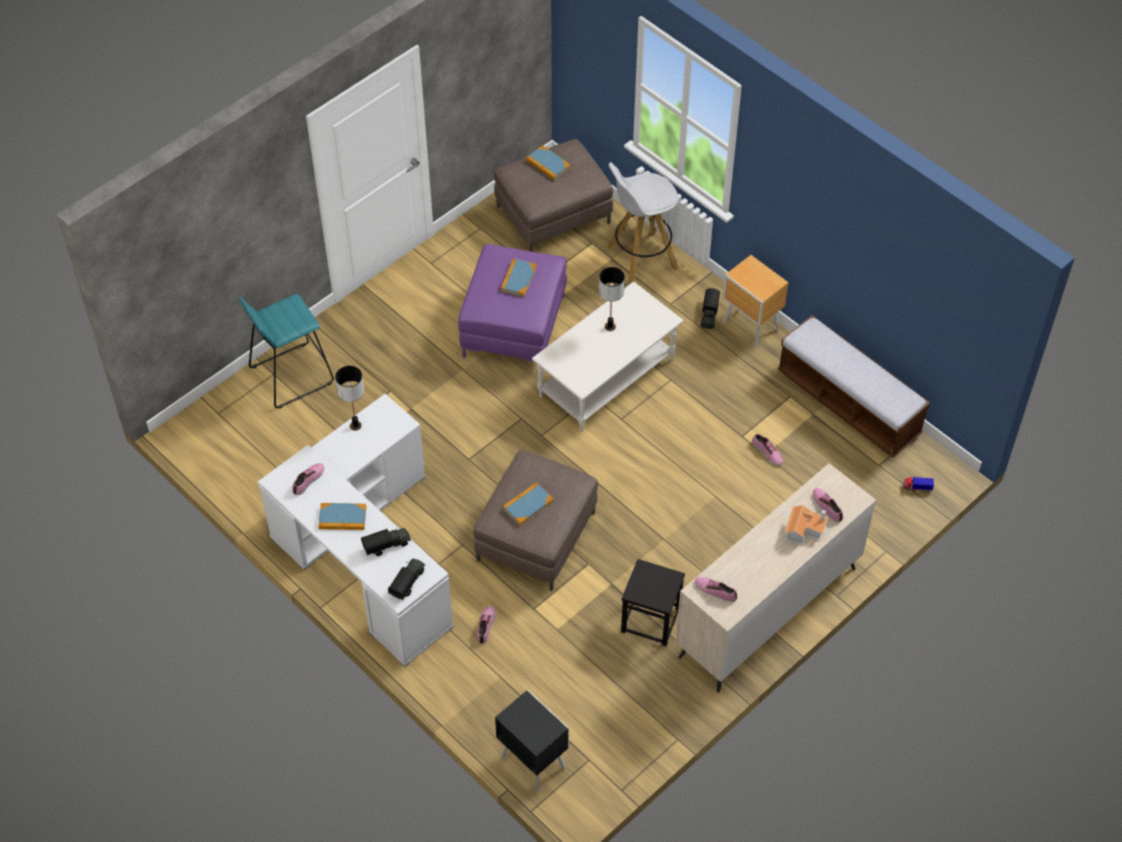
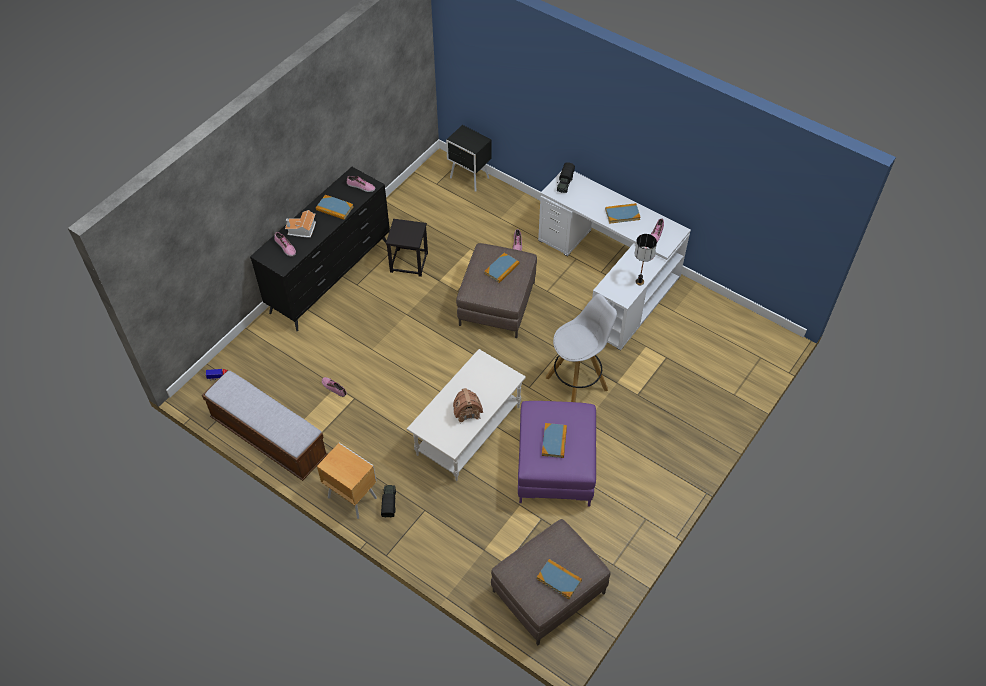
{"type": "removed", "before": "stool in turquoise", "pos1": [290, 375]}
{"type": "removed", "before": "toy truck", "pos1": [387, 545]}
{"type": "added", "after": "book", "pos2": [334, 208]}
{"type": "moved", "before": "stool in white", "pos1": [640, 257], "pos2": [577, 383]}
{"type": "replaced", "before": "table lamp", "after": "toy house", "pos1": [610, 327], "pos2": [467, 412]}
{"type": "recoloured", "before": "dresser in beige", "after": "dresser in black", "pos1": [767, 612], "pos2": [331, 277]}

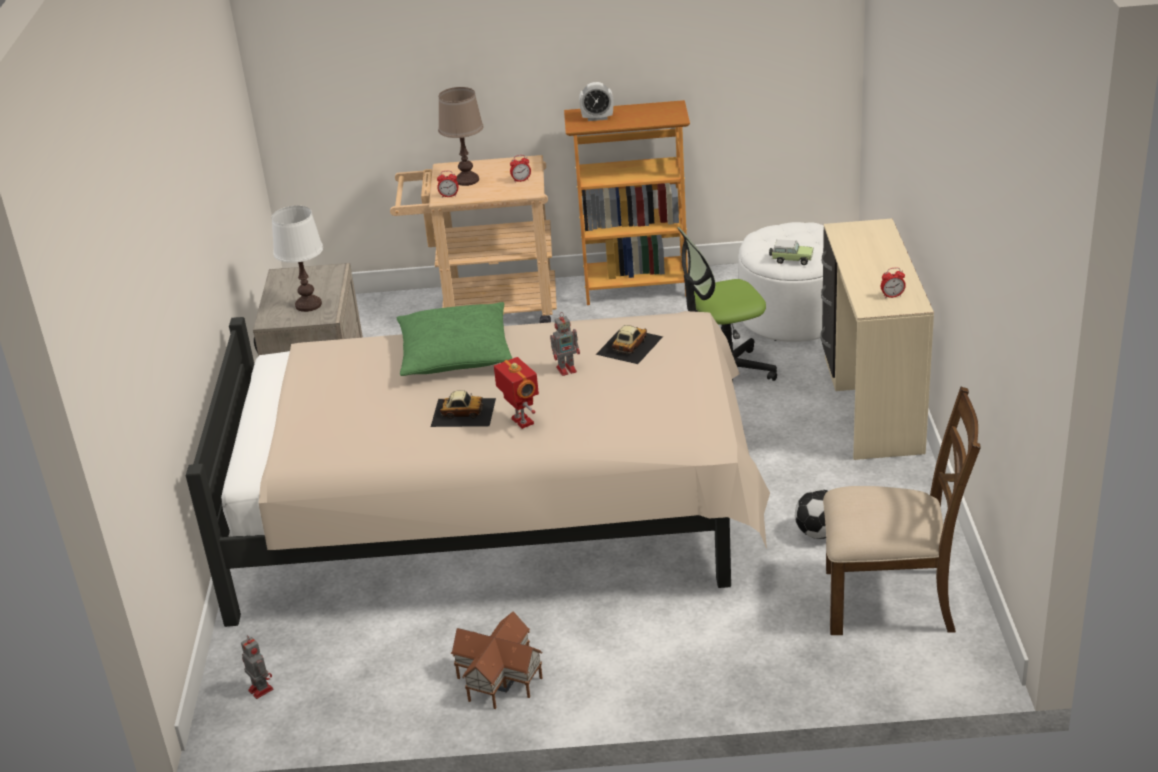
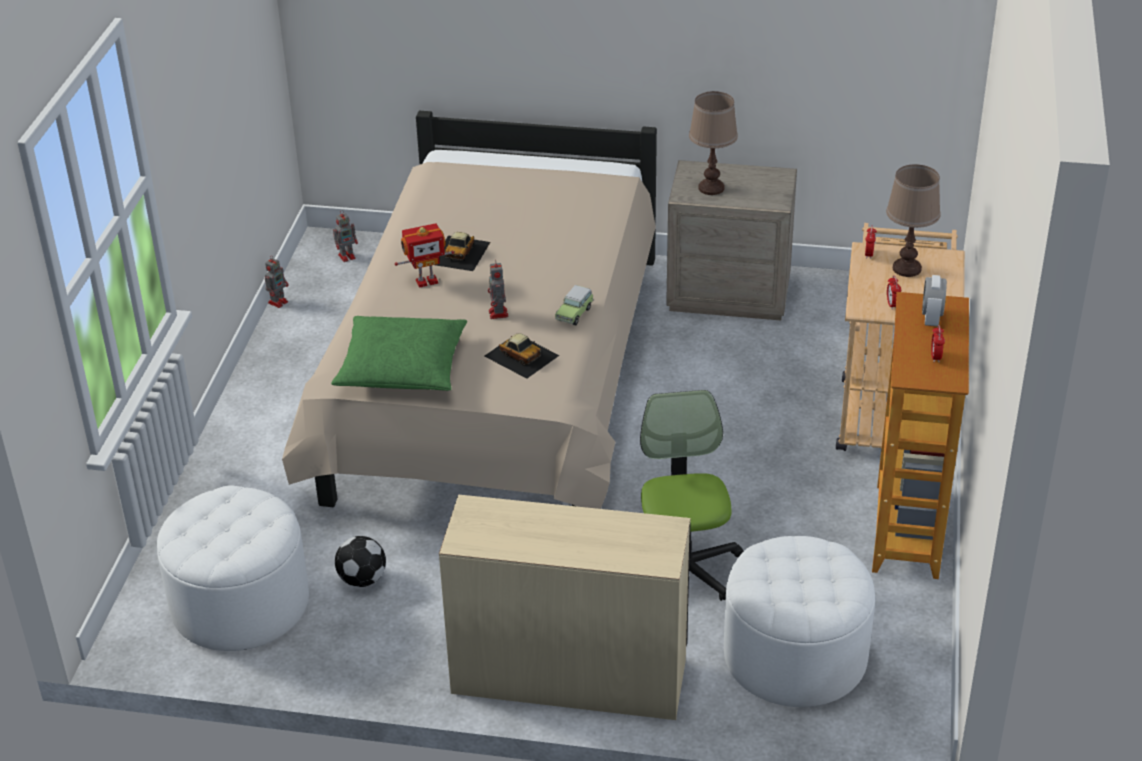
{"type": "removed", "before": "toy house", "pos1": [501, 677]}
{"type": "added", "after": "toy robot", "pos2": [278, 302]}
{"type": "moved", "before": "pillow in green", "pos1": [455, 353], "pos2": [402, 367]}
{"type": "moved", "before": "toy car", "pos1": [791, 260], "pos2": [575, 313]}
{"type": "moved", "before": "alarm clock", "pos1": [892, 296], "pos2": [935, 357]}
{"type": "replaced", "before": "chair in brown", "after": "ottoman in white", "pos1": [891, 600], "pos2": [240, 604]}
{"type": "recoloured", "before": "table lamp in white", "after": "table lamp in brown", "pos1": [308, 305], "pos2": [711, 188]}

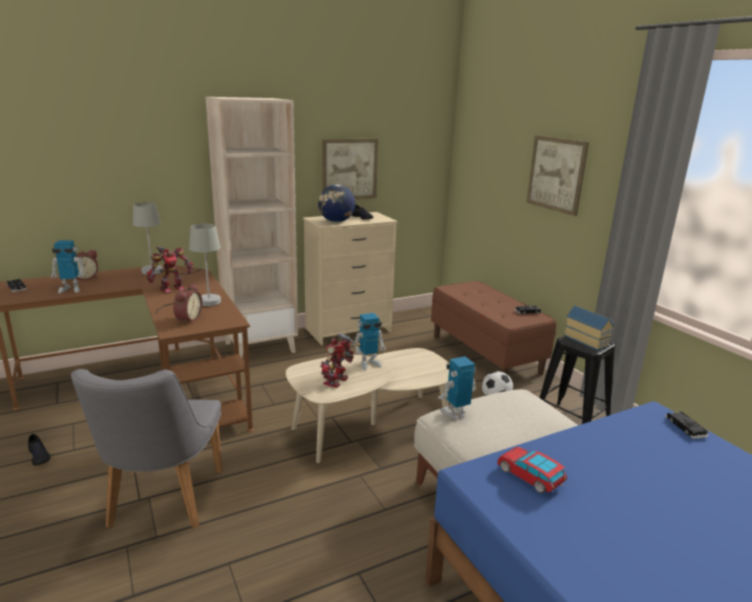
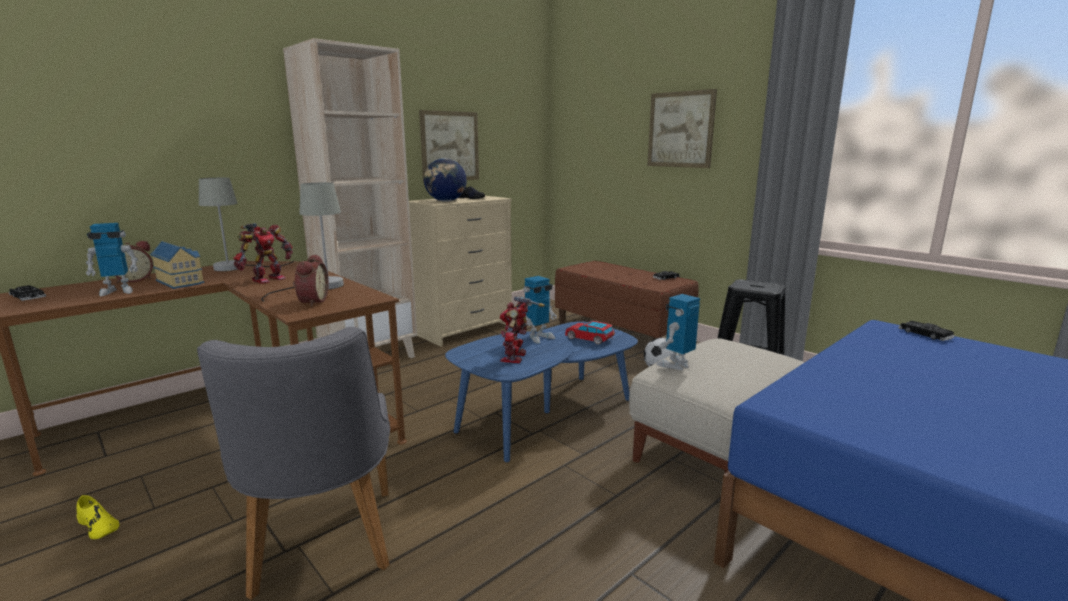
{"type": "moved", "before": "toy car", "pos1": [530, 477], "pos2": [589, 339]}
{"type": "moved", "before": "toy house", "pos1": [587, 340], "pos2": [181, 281]}
{"type": "recoloured", "before": "shoe in black", "after": "shoe in yellow", "pos1": [39, 456], "pos2": [98, 526]}
{"type": "recoloured", "before": "coffee table in beige", "after": "coffee table in blue", "pos1": [371, 426], "pos2": [546, 414]}

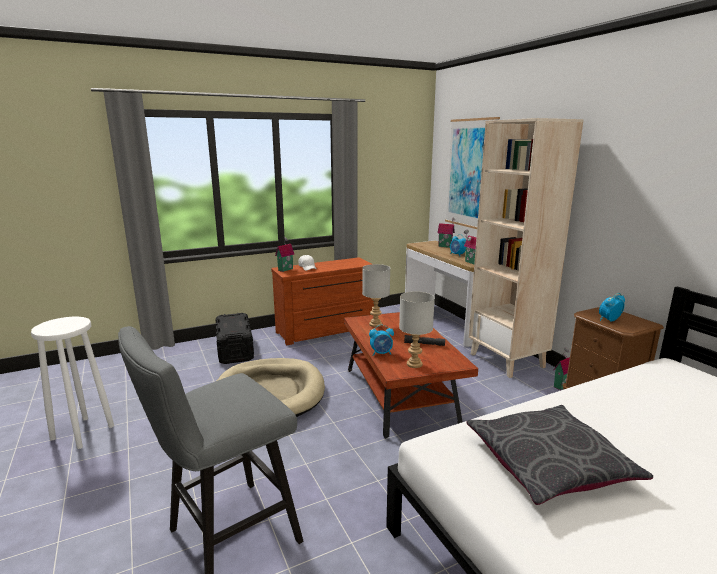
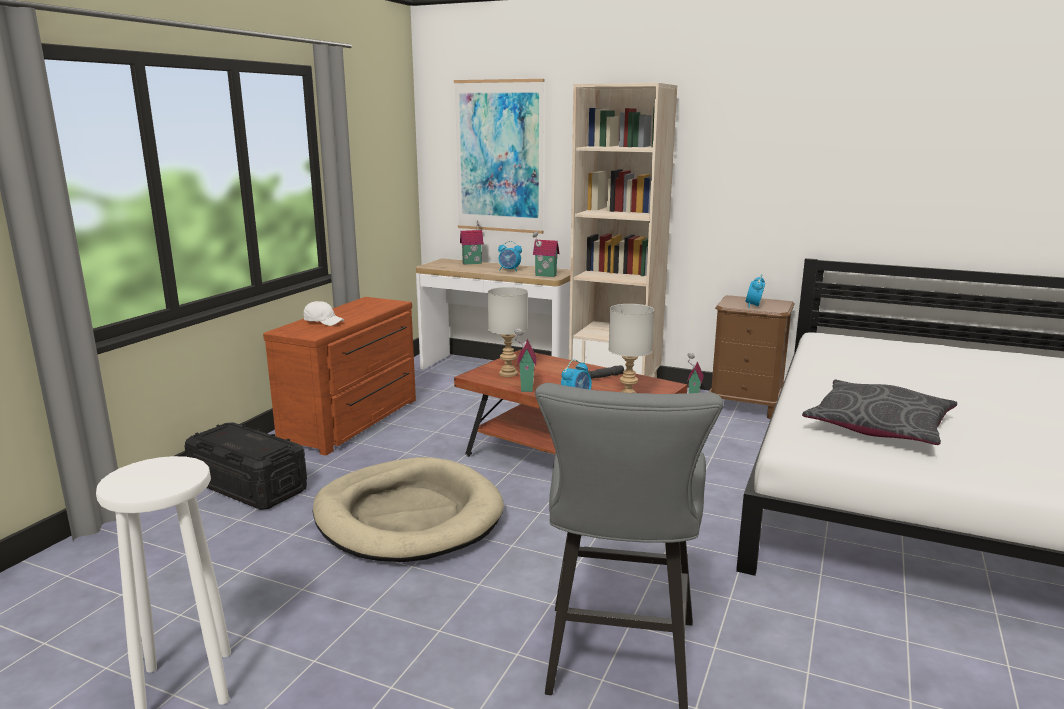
{"type": "moved", "before": "toy house", "pos1": [285, 269], "pos2": [525, 387]}

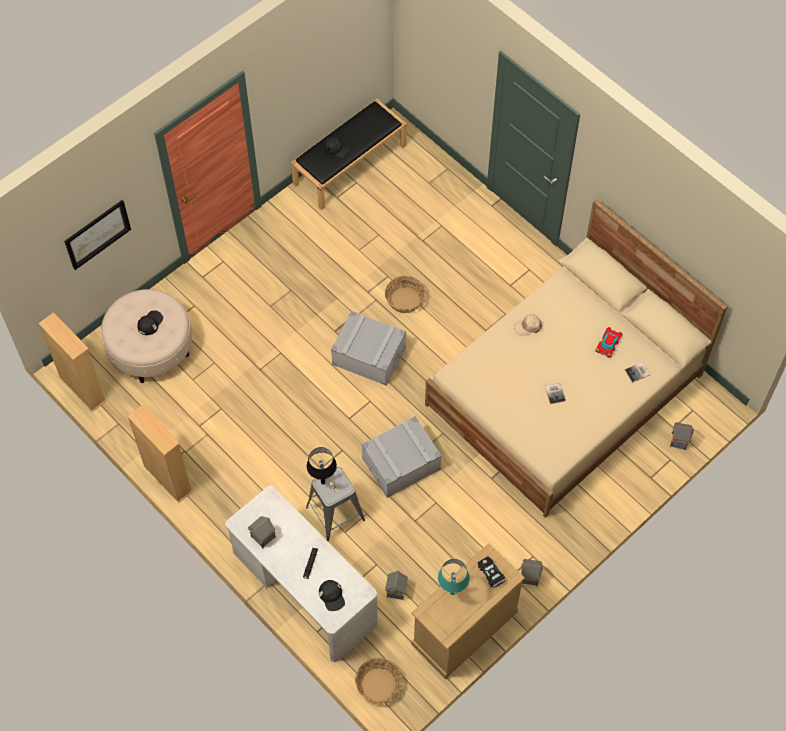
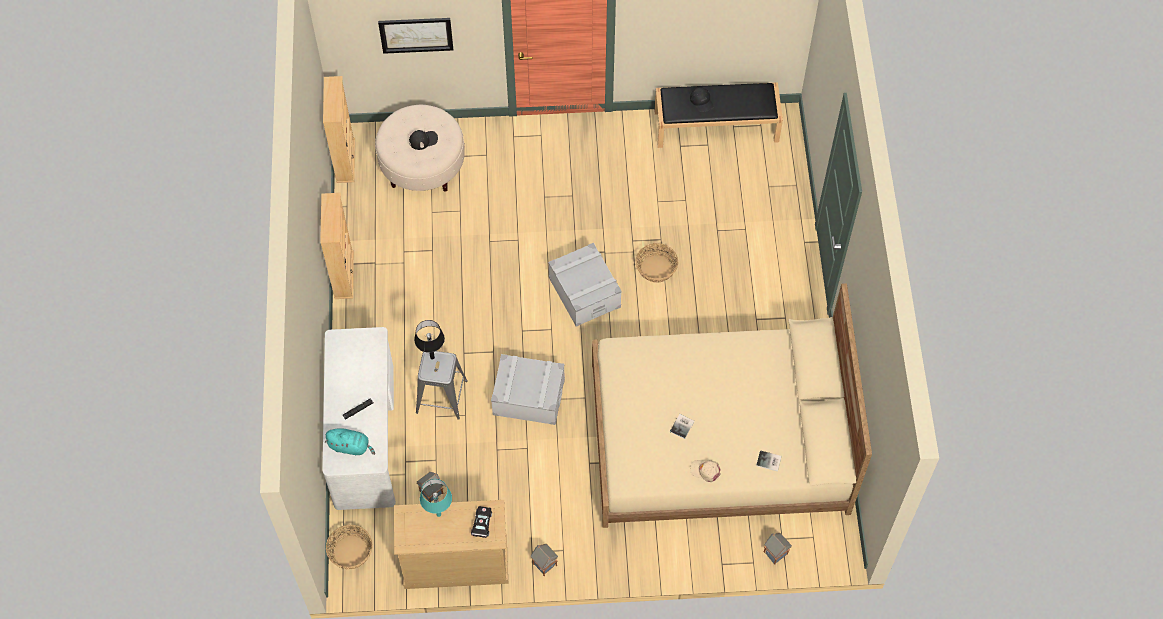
{"type": "removed", "before": "toy house", "pos1": [263, 537]}
{"type": "removed", "before": "toy car", "pos1": [608, 344]}
{"type": "moved", "before": "cap in beige", "pos1": [528, 326], "pos2": [705, 471]}
{"type": "replaced", "before": "cap in black", "after": "plush toy in turquoise", "pos1": [332, 596], "pos2": [351, 446]}

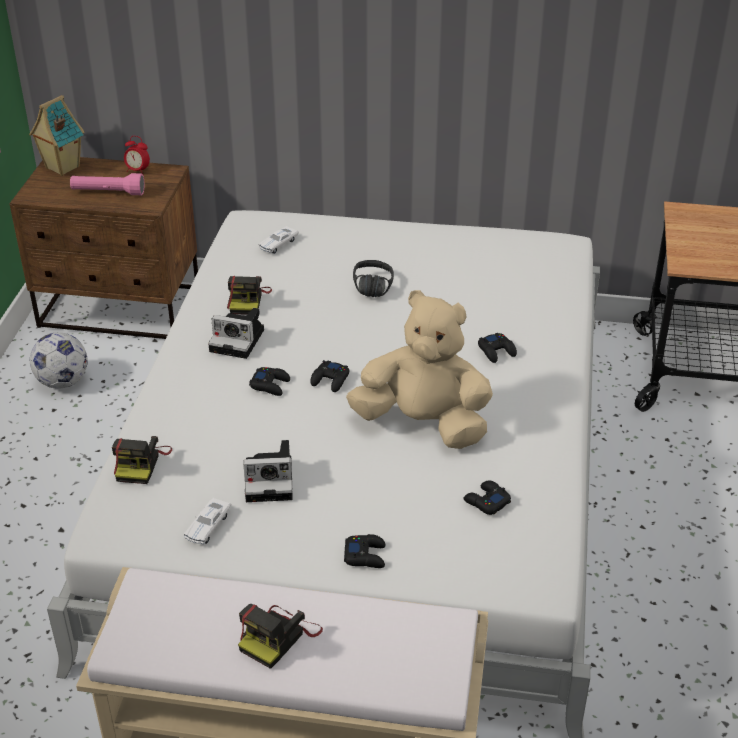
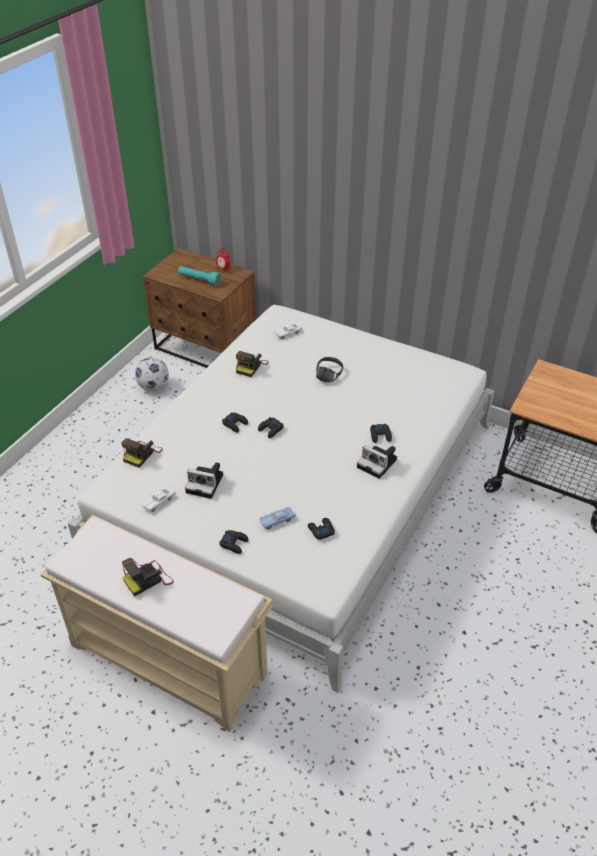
{"type": "removed", "before": "toy house", "pos1": [61, 168]}
{"type": "removed", "before": "plush toy in beige", "pos1": [423, 424]}
{"type": "added", "after": "toy car in blue", "pos2": [277, 520]}
{"type": "moved", "before": "photo camera", "pos1": [239, 340], "pos2": [378, 463]}
{"type": "recoloured", "before": "flashlight in pink", "after": "flashlight in turquoise", "pos1": [108, 193], "pos2": [199, 280]}

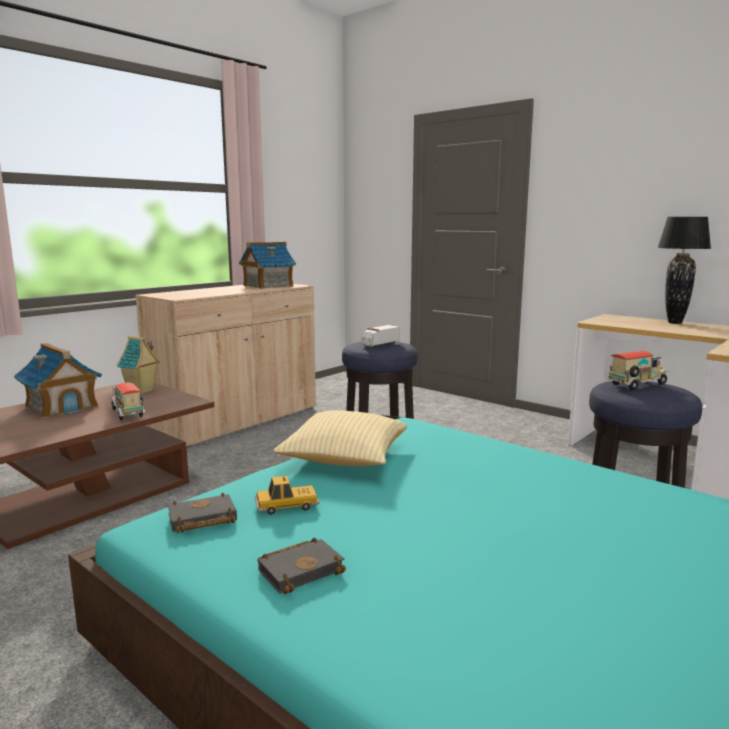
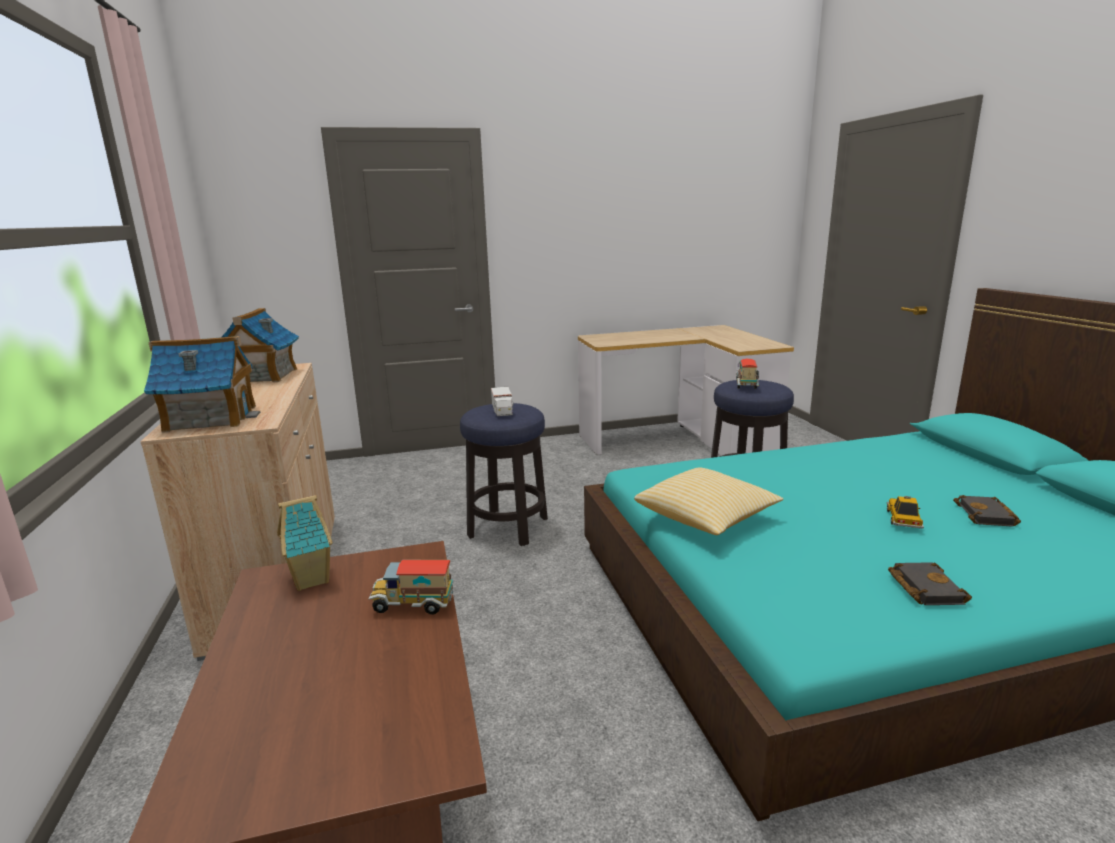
{"type": "removed", "before": "table lamp in black", "pos1": [675, 322]}
{"type": "moved", "before": "toy house", "pos1": [62, 406], "pos2": [211, 418]}
{"type": "moved", "before": "book in black", "pos1": [201, 520], "pos2": [987, 516]}
{"type": "moved", "before": "toy car", "pos1": [286, 505], "pos2": [903, 519]}

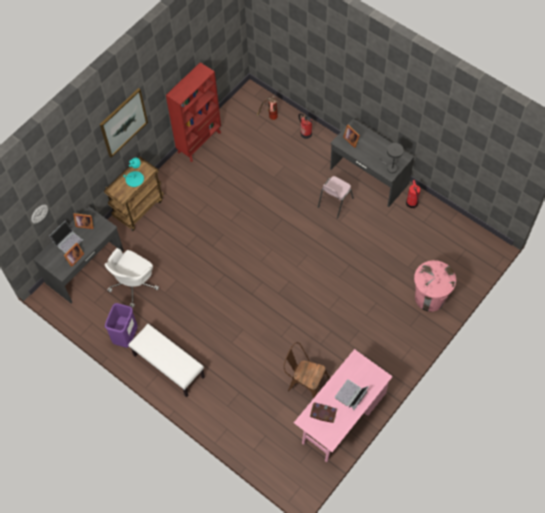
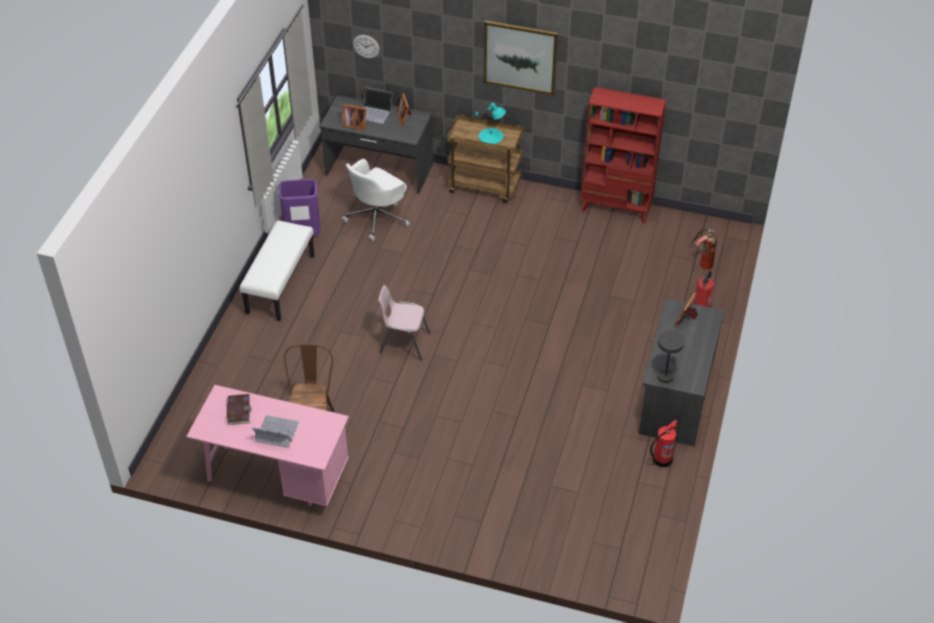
{"type": "removed", "before": "trash can in pink", "pos1": [429, 298]}
{"type": "moved", "before": "chair in pink", "pos1": [334, 203], "pos2": [404, 343]}
{"type": "turned", "before": "office chair in white", "pos1": [134, 284], "pos2": [377, 217], "turn": -60}

